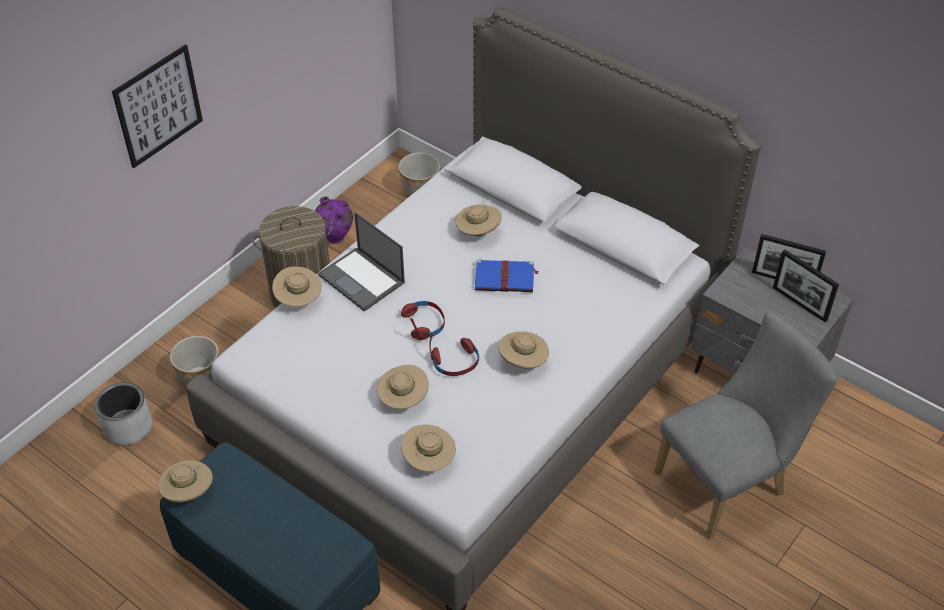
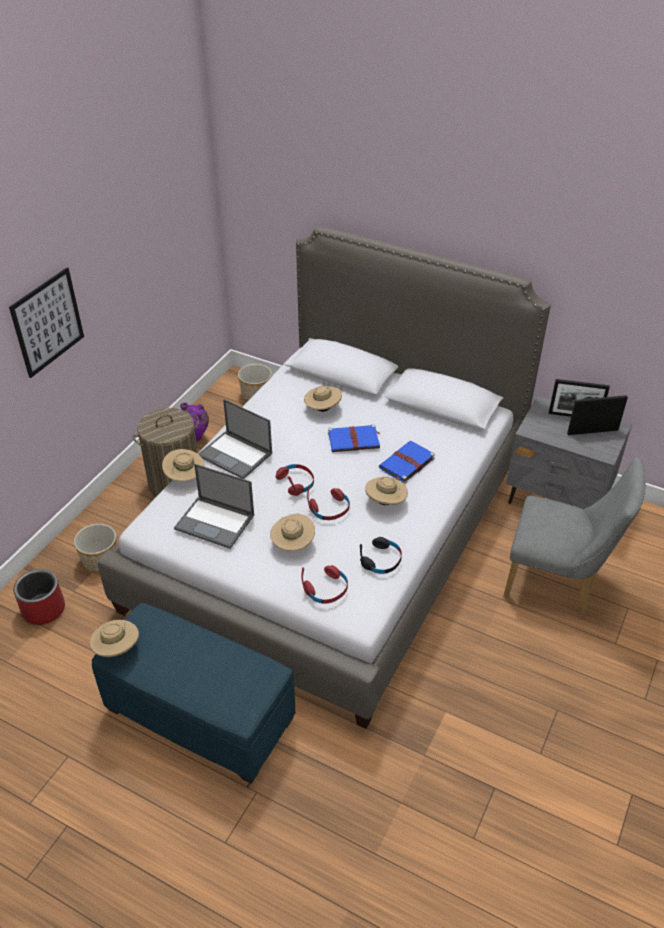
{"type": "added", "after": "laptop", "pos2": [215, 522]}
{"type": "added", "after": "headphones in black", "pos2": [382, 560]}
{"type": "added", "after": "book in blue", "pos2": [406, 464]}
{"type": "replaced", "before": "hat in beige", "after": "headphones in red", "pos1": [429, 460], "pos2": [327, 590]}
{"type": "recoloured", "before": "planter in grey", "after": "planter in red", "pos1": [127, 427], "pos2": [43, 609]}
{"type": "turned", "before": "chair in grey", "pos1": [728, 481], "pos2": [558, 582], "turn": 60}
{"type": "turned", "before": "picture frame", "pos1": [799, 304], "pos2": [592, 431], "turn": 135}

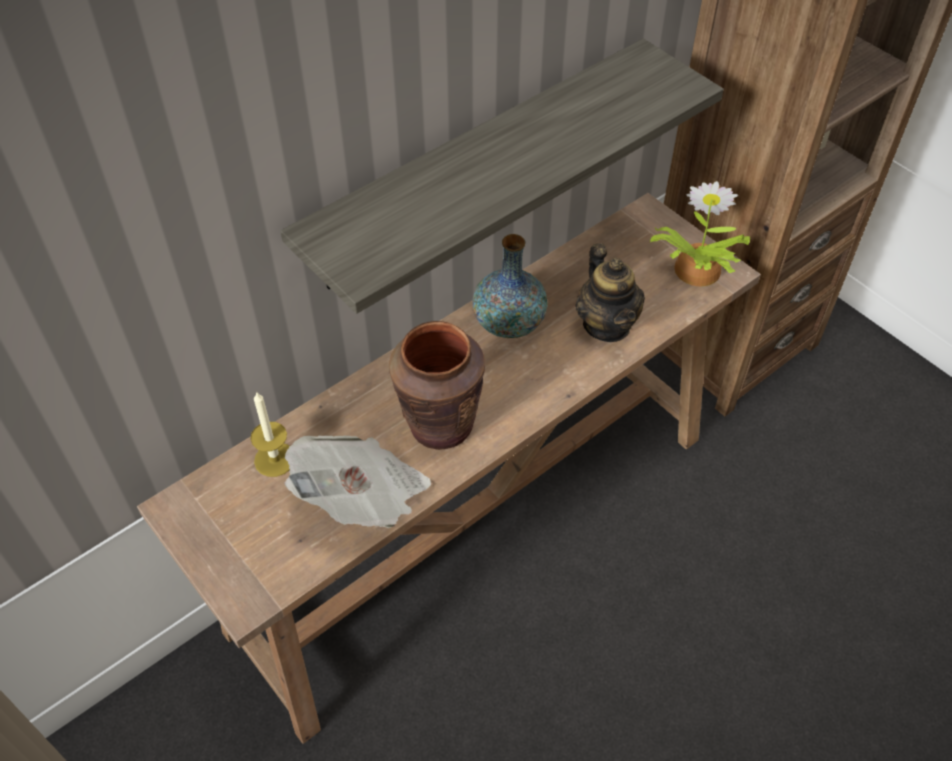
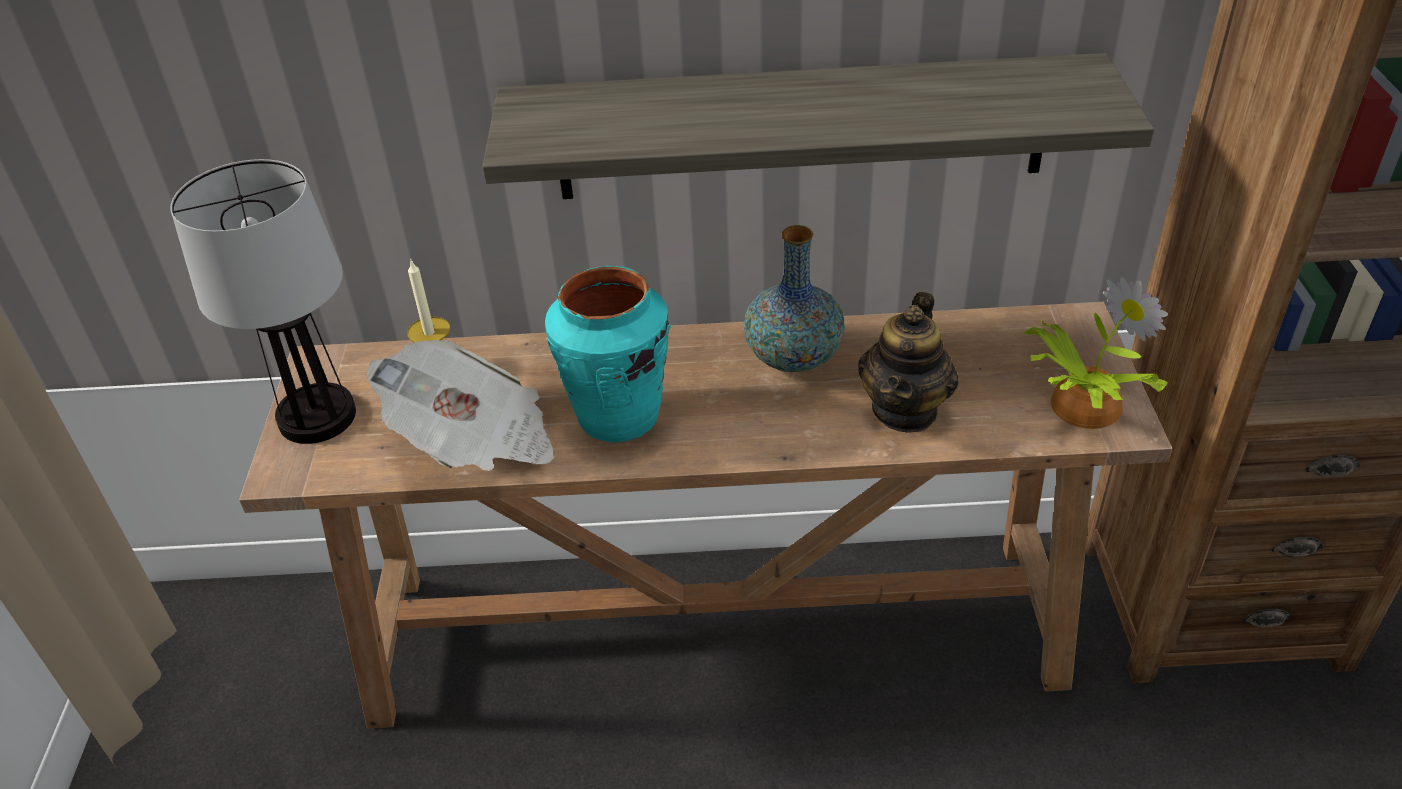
{"type": "added", "after": "table lamp", "pos2": [317, 416]}
{"type": "recoloured", "before": "vase in brown", "after": "vase in turquoise", "pos1": [440, 425], "pos2": [618, 416]}

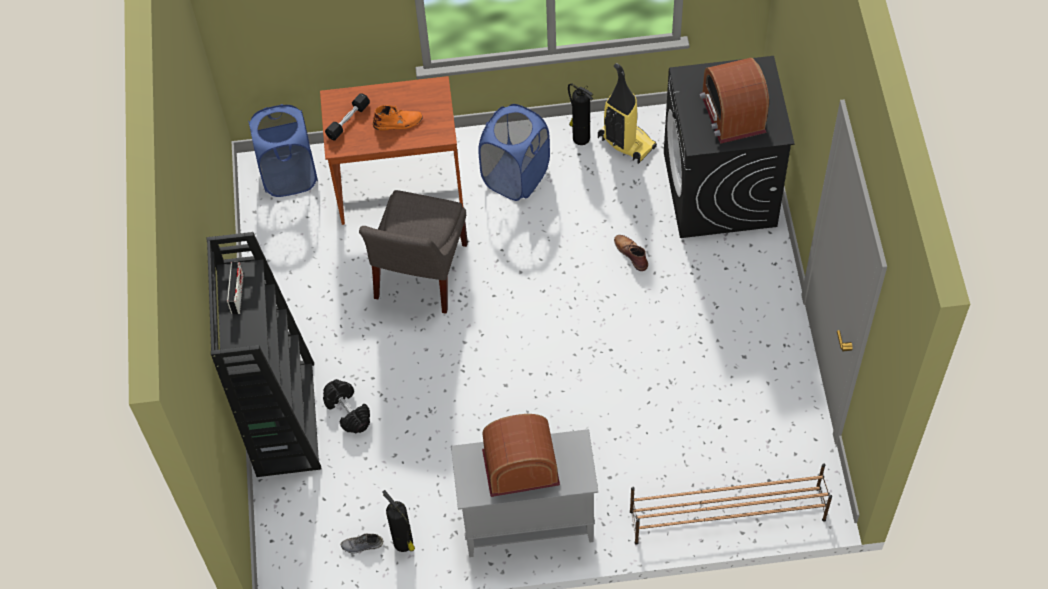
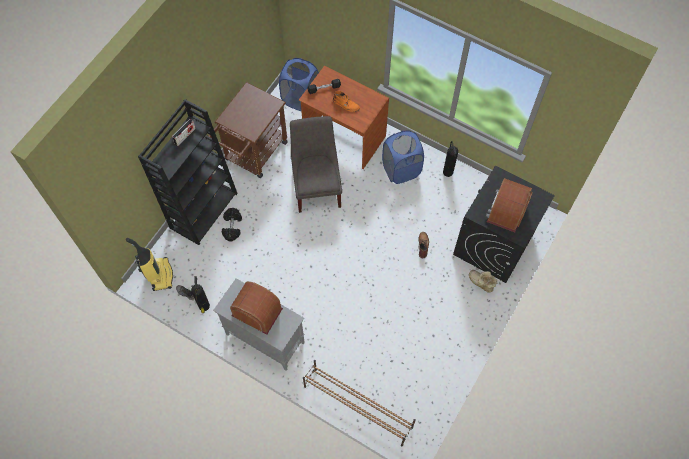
{"type": "added", "after": "cart in brown", "pos2": [253, 155]}
{"type": "added", "after": "boot", "pos2": [481, 283]}
{"type": "moved", "before": "vacuum cleaner", "pos1": [625, 143], "pos2": [159, 274]}
{"type": "turned", "before": "chair in grey", "pos1": [419, 275], "pos2": [317, 186], "turn": 120}

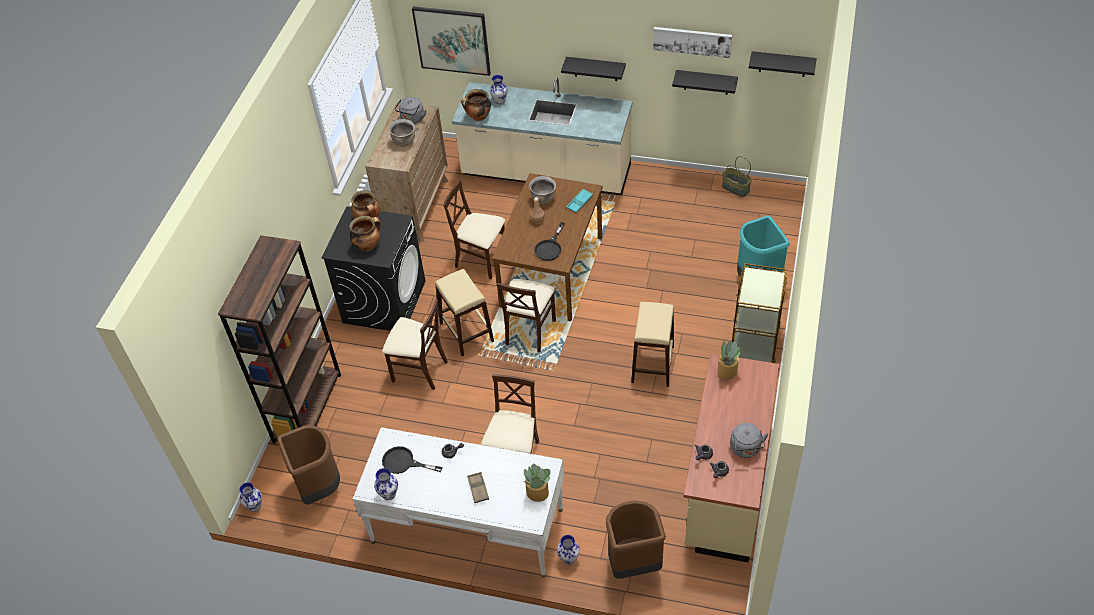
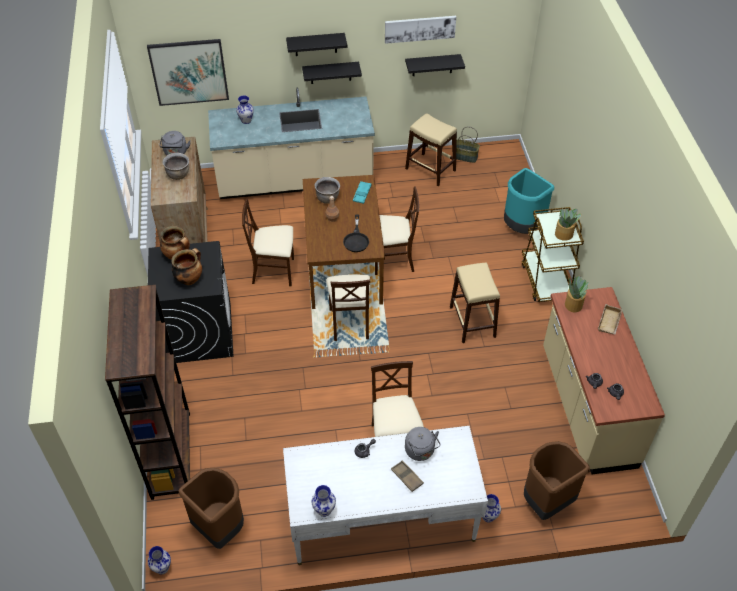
{"type": "removed", "before": "frying pan in black", "pos1": [404, 463]}
{"type": "removed", "before": "cooking pot", "pos1": [478, 117]}
{"type": "added", "after": "tray in beige", "pos2": [610, 322]}
{"type": "moved", "before": "chair in beige", "pos1": [419, 370], "pos2": [392, 260]}
{"type": "moved", "before": "stool in beige", "pos1": [466, 332], "pos2": [430, 170]}
{"type": "moved", "before": "potted plant", "pos1": [538, 493], "pos2": [564, 234]}
{"type": "moved", "before": "kettle in grey", "pos1": [746, 449], "pos2": [421, 452]}
{"type": "moved", "before": "shelf in black", "pos1": [782, 64], "pos2": [315, 44]}

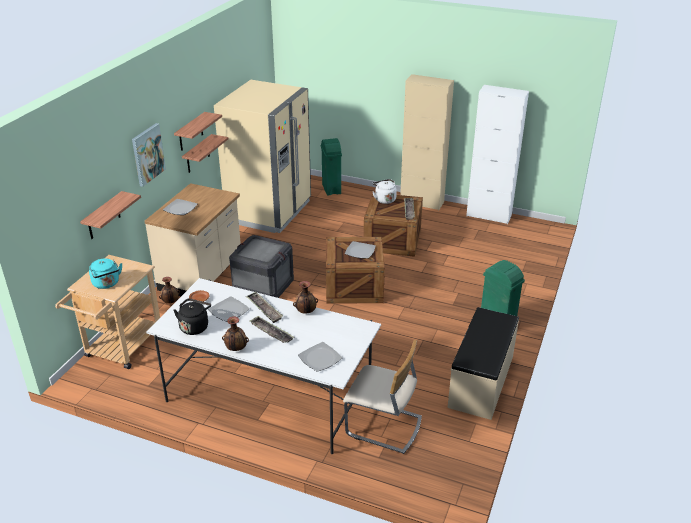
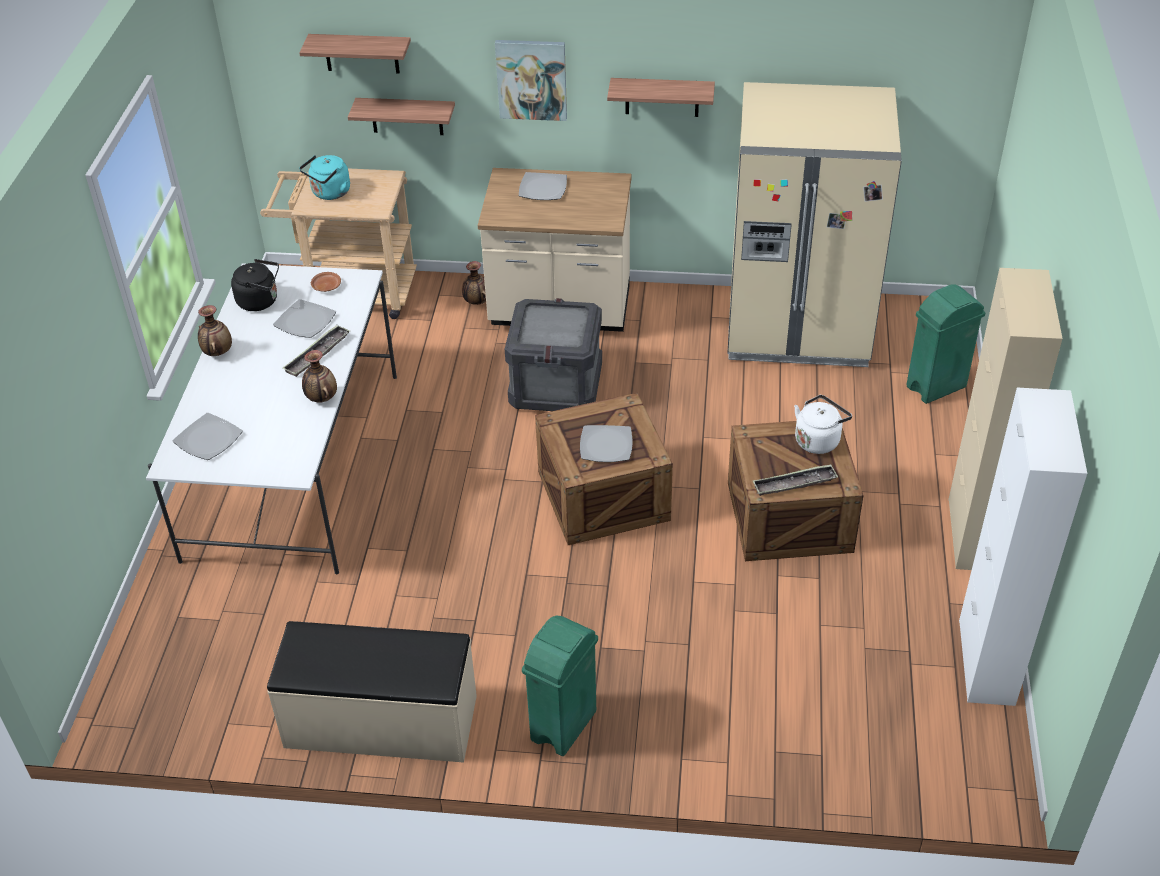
{"type": "removed", "before": "tray", "pos1": [271, 332]}
{"type": "removed", "before": "chair in beige", "pos1": [383, 427]}
{"type": "moved", "before": "shelf", "pos1": [198, 154], "pos2": [361, 53]}

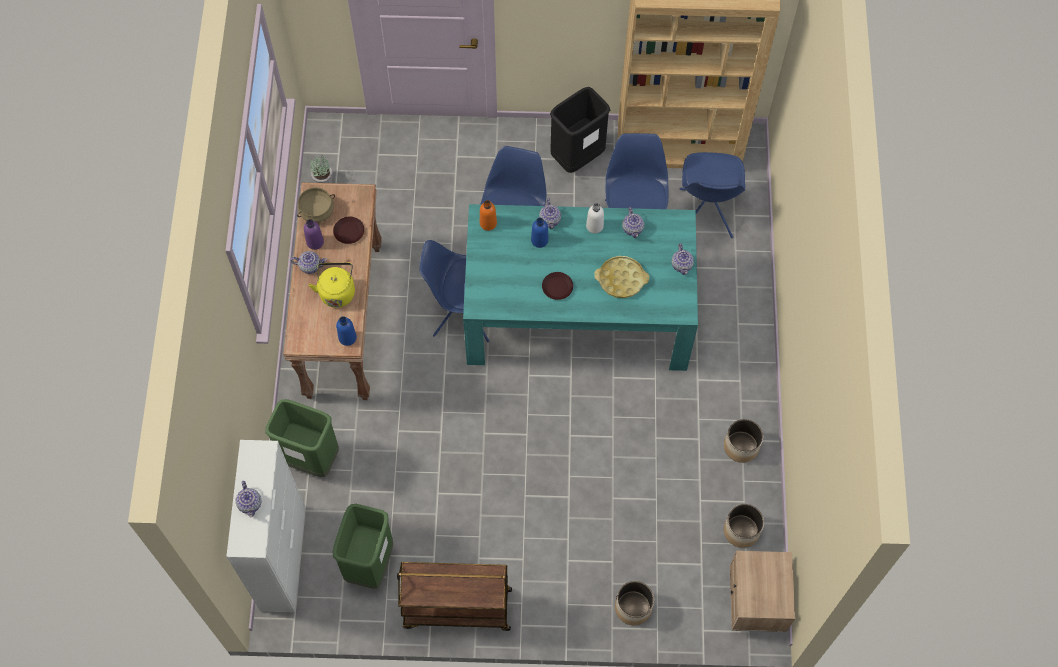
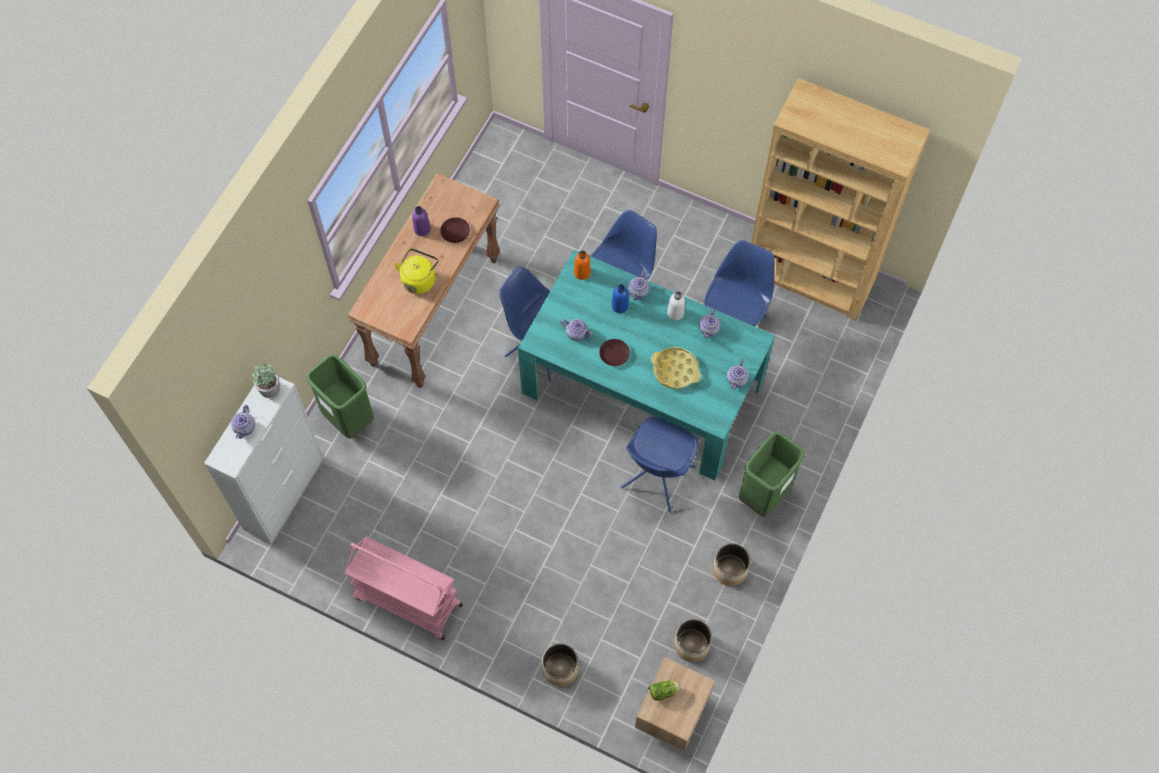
{"type": "removed", "before": "cooking pot in beige", "pos1": [317, 211]}
{"type": "removed", "before": "bottle in blue", "pos1": [347, 338]}
{"type": "removed", "before": "trash can in black", "pos1": [577, 157]}
{"type": "added", "after": "lettuce", "pos2": [665, 691]}
{"type": "moved", "before": "teapot", "pos1": [310, 266], "pos2": [576, 333]}
{"type": "moved", "before": "potted plant", "pos1": [323, 180], "pos2": [270, 388]}
{"type": "moved", "before": "trash can in green", "pos1": [369, 563], "pos2": [764, 494]}
{"type": "moved", "before": "chair in blue", "pos1": [705, 214], "pos2": [657, 478]}
{"type": "recoloured", "before": "cart in brown", "after": "cart in pink", "pos1": [456, 609], "pos2": [407, 601]}

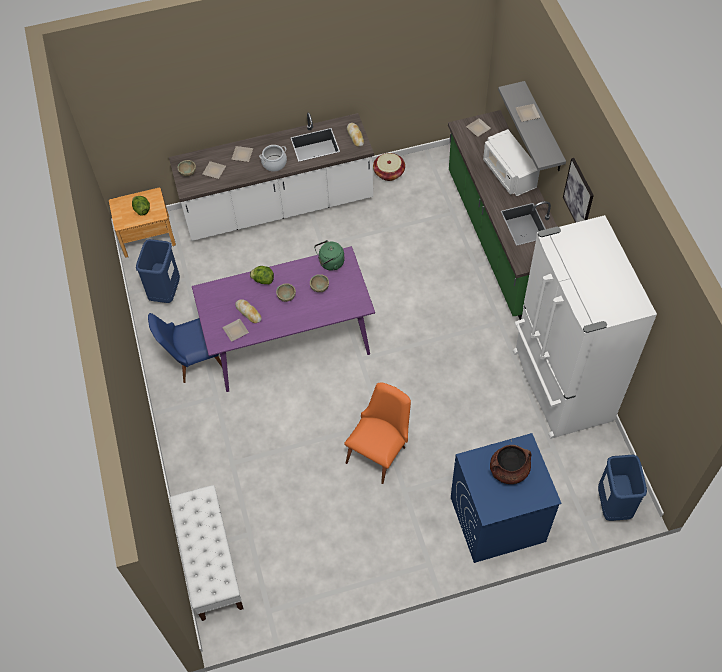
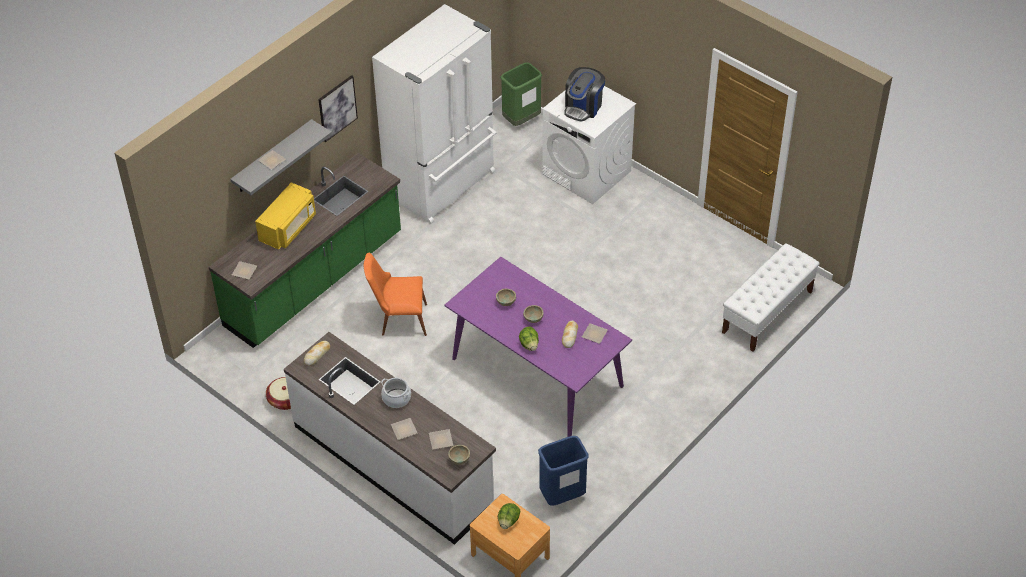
{"type": "removed", "before": "chair in blue", "pos1": [193, 361]}
{"type": "removed", "before": "kettle in green", "pos1": [330, 263]}
{"type": "moved", "before": "chair in orange", "pos1": [380, 451], "pos2": [398, 319]}
{"type": "replaced", "before": "cooking pot in brown", "after": "coffee machine", "pos1": [509, 471], "pos2": [583, 107]}
{"type": "recoloured", "before": "washing machine in blue", "after": "washing machine in white", "pos1": [497, 520], "pos2": [587, 173]}
{"type": "recoloured", "before": "microwave in white", "after": "microwave in yellow", "pos1": [508, 174], "pos2": [288, 228]}
{"type": "recoloured", "before": "trash can in blue", "after": "trash can in green", "pos1": [613, 504], "pos2": [521, 120]}

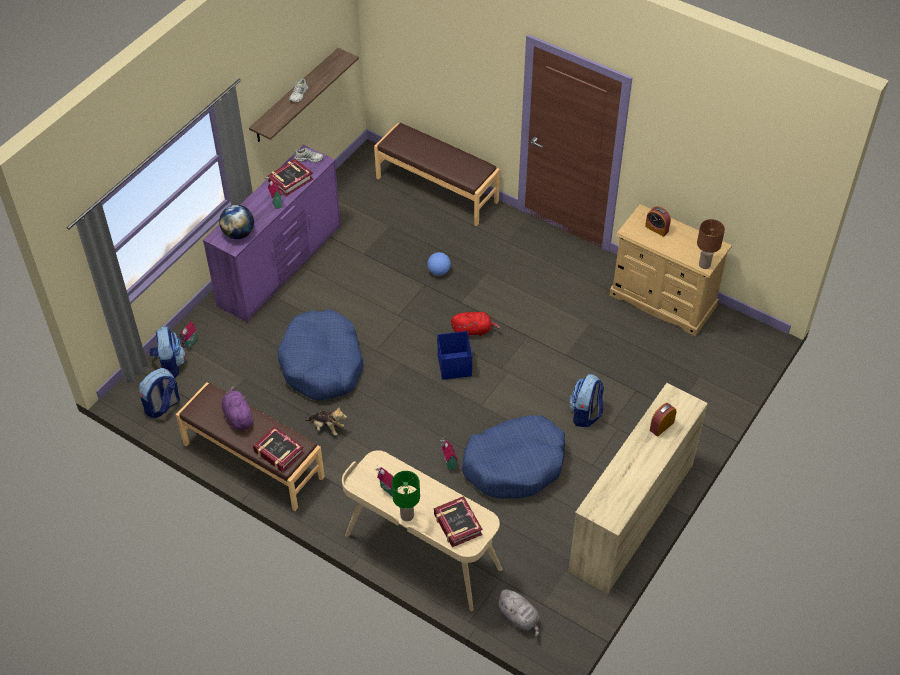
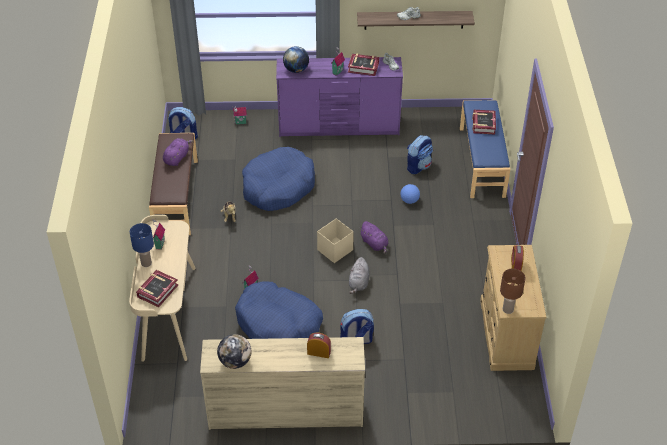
{"type": "added", "after": "globe", "pos2": [235, 361]}
{"type": "moved", "before": "backpack", "pos1": [170, 365], "pos2": [418, 166]}
{"type": "moved", "before": "book", "pos1": [278, 452], "pos2": [483, 124]}
{"type": "moved", "before": "plush toy in grey", "pos1": [519, 617], "pos2": [359, 283]}
{"type": "recoloured", "before": "bench in brown", "after": "bench in blue", "pos1": [437, 189], "pos2": [482, 162]}
{"type": "recoloured", "before": "table lamp in green", "after": "table lamp in blue", "pos1": [407, 515], "pos2": [146, 263]}
{"type": "recoloured", "before": "storage box in blue", "after": "storage box in beige", "pos1": [454, 366], "pos2": [334, 250]}
{"type": "recoloured", "before": "plush toy in red", "after": "plush toy in purple", "pos1": [473, 330], "pos2": [375, 244]}

